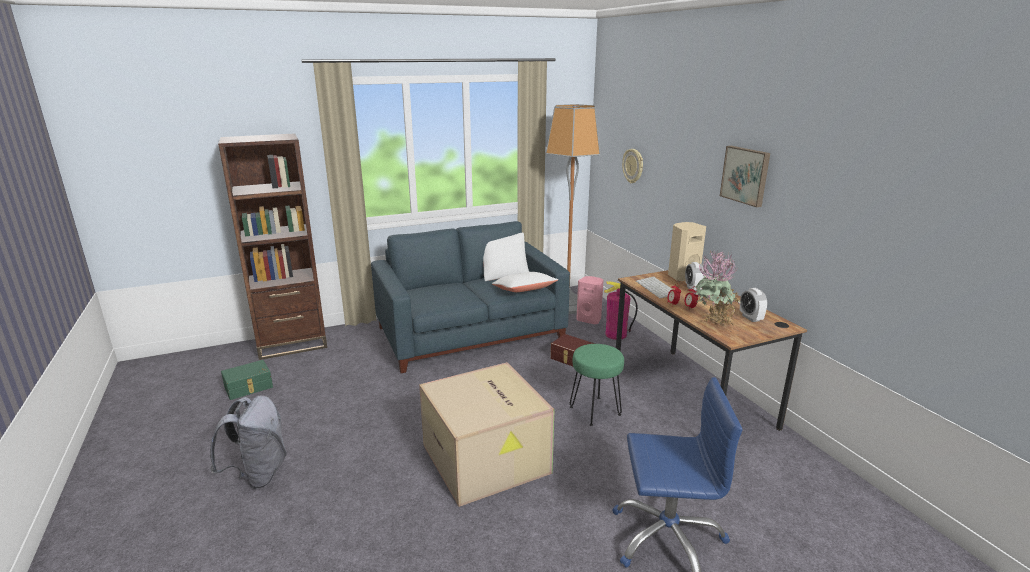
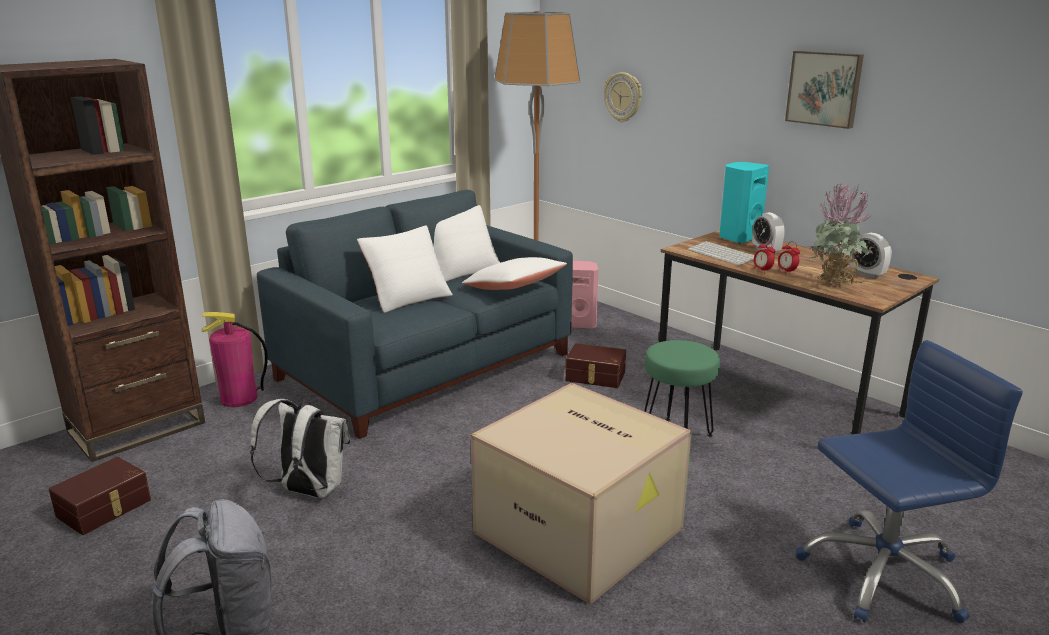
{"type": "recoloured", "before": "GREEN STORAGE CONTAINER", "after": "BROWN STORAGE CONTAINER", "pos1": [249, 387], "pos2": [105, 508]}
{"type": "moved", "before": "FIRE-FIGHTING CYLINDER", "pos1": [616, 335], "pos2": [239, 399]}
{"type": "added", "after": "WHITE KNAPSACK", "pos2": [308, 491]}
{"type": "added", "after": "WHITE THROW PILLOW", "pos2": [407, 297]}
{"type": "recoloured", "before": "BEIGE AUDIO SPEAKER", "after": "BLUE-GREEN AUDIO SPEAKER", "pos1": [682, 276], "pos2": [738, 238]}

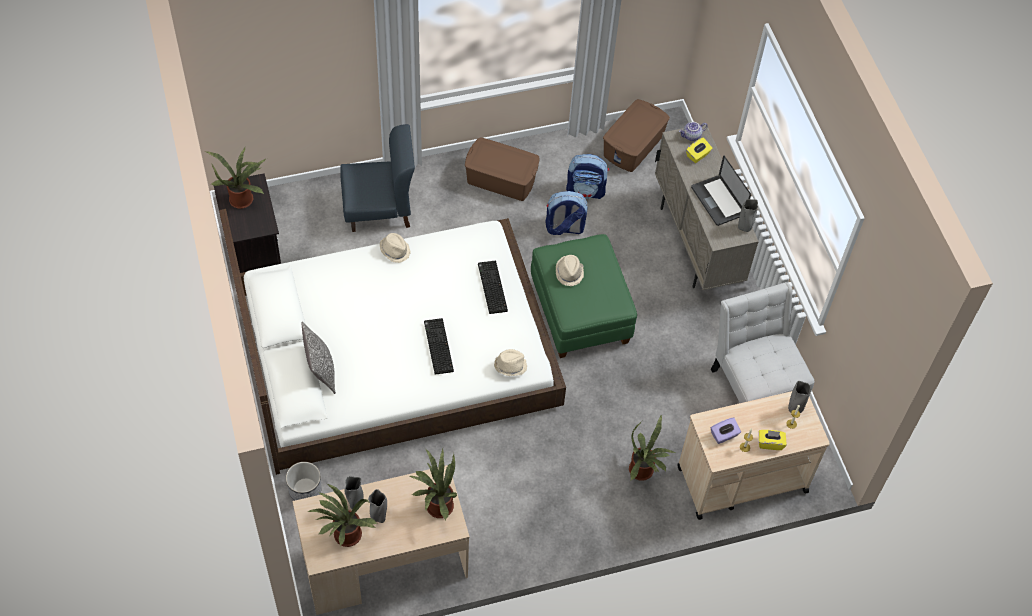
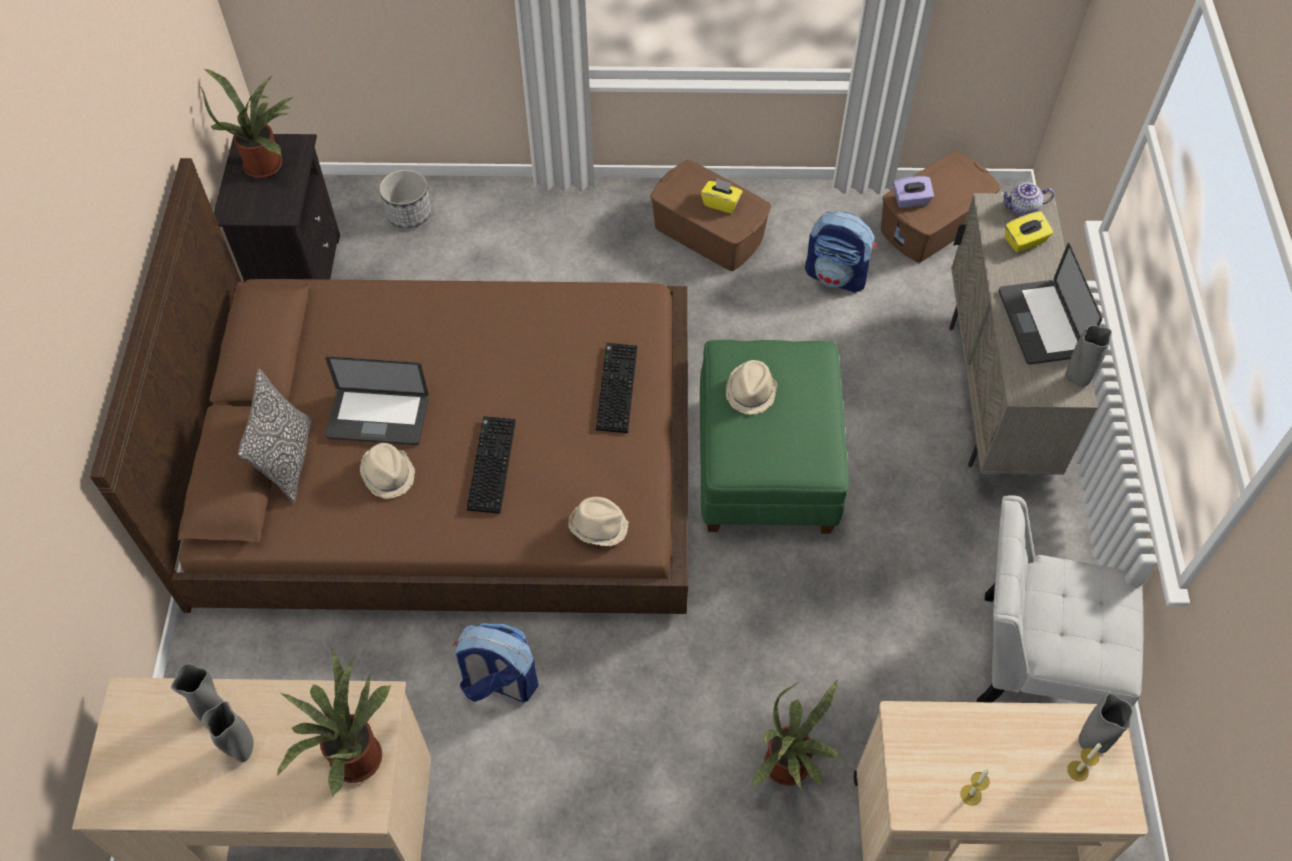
{"type": "recoloured", "before": "WHITE SLEEPING BED", "after": "BROWN SLEEPING BED", "pos1": [396, 352], "pos2": [449, 460]}
{"type": "added", "after": "PORTABLE COMPUTER", "pos2": [378, 418]}
{"type": "moved", "before": "BEIGE HAT", "pos1": [395, 250], "pos2": [388, 474]}
{"type": "moved", "before": "FLOWER POT", "pos1": [305, 489], "pos2": [409, 214]}
{"type": "moved", "before": "KNAPSACK", "pos1": [564, 228], "pos2": [499, 682]}
{"type": "moved", "before": "YELLOW-COLOURED TISSUE HOLDER", "pos1": [770, 443], "pos2": [721, 203]}
{"type": "moved", "before": "PURPLE TISSUE HOLDER", "pos1": [724, 435], "pos2": [911, 200]}
{"type": "turned", "before": "WHITE CHAIR", "pos1": [754, 384], "pos2": [1034, 658], "turn": -75}
{"type": "removed", "before": "PLANT IN A POT", "pos1": [345, 537]}
{"type": "removed", "before": "BLUISH CHAIR", "pos1": [379, 209]}

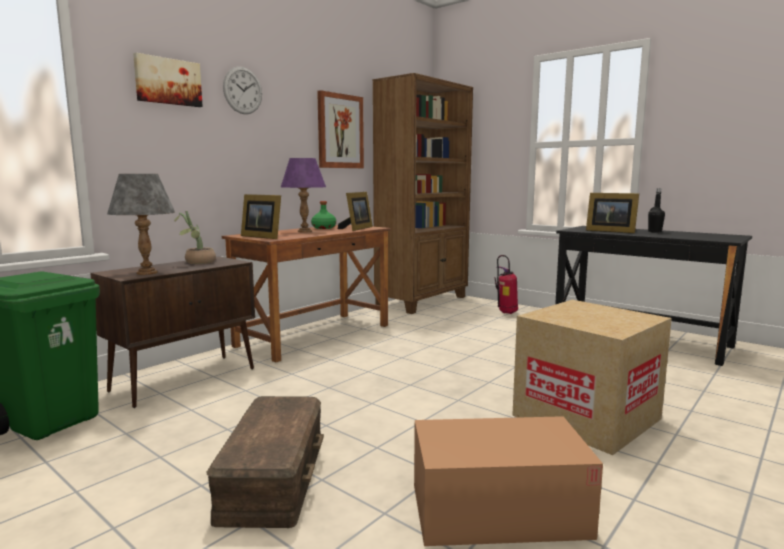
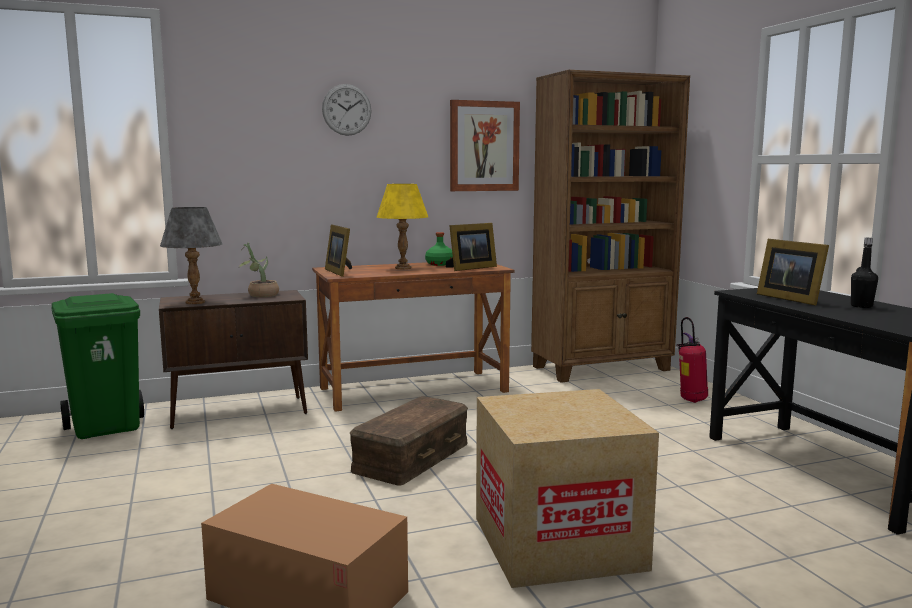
{"type": "moved", "before": "BROWN STORAGE CONTAINER", "pos1": [271, 477], "pos2": [410, 456]}
{"type": "recoloured", "before": "PURPLE TABLE LAMP", "after": "YELLOW-COLOURED TABLE LAMP", "pos1": [304, 231], "pos2": [403, 268]}
{"type": "removed", "before": "PICTURE", "pos1": [168, 81]}

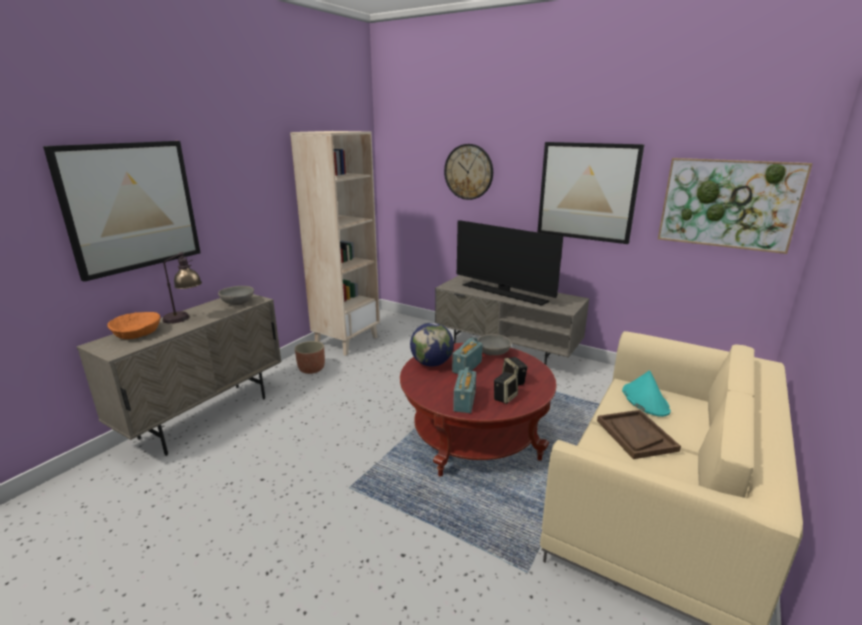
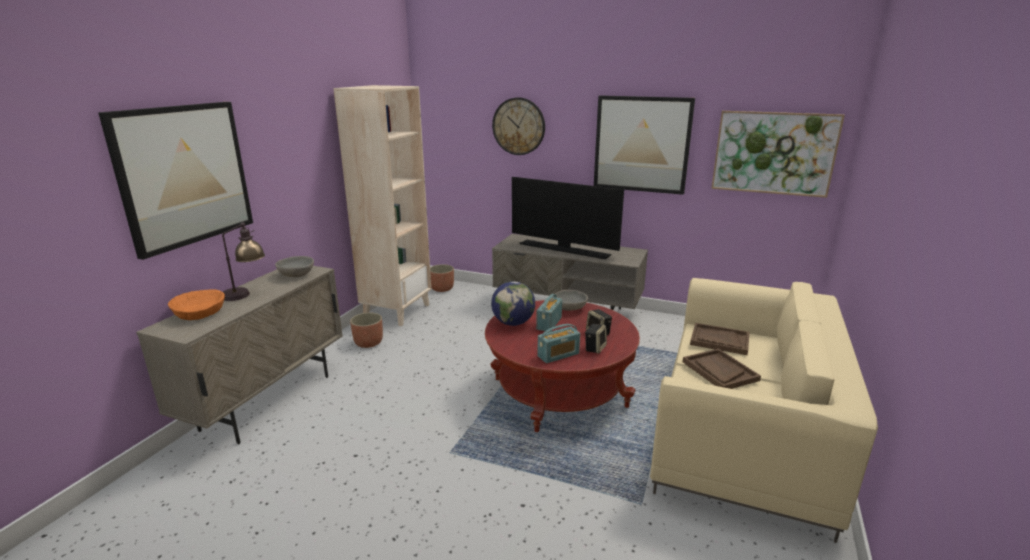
{"type": "added", "after": "FLOWER POT", "pos2": [442, 288]}
{"type": "turned", "before": "RADIO RECEIVER", "pos1": [464, 401], "pos2": [558, 355], "turn": 60}
{"type": "replaced", "before": "BLUE-GREEN HAT", "after": "BROWN TRAY", "pos1": [644, 400], "pos2": [719, 340]}

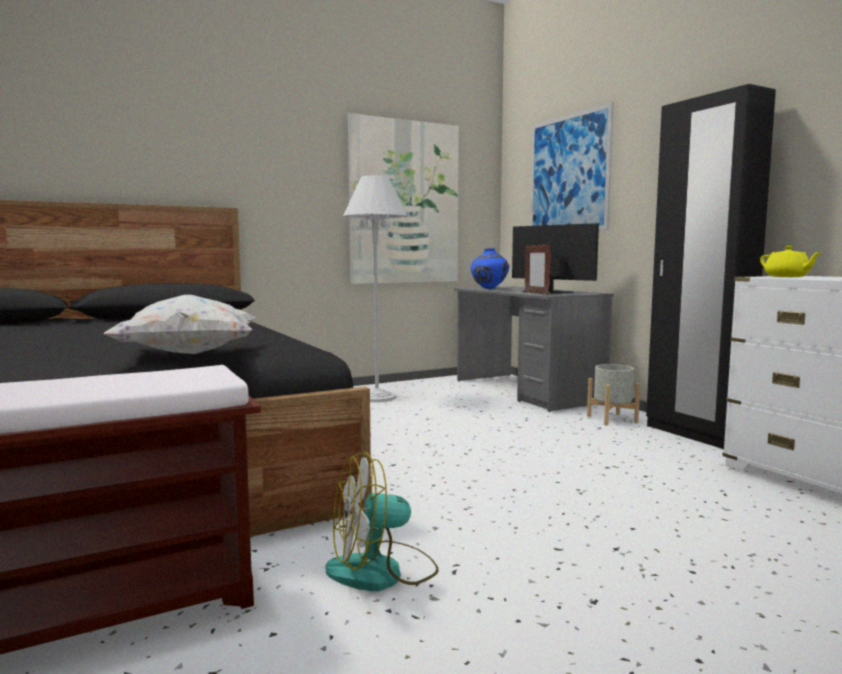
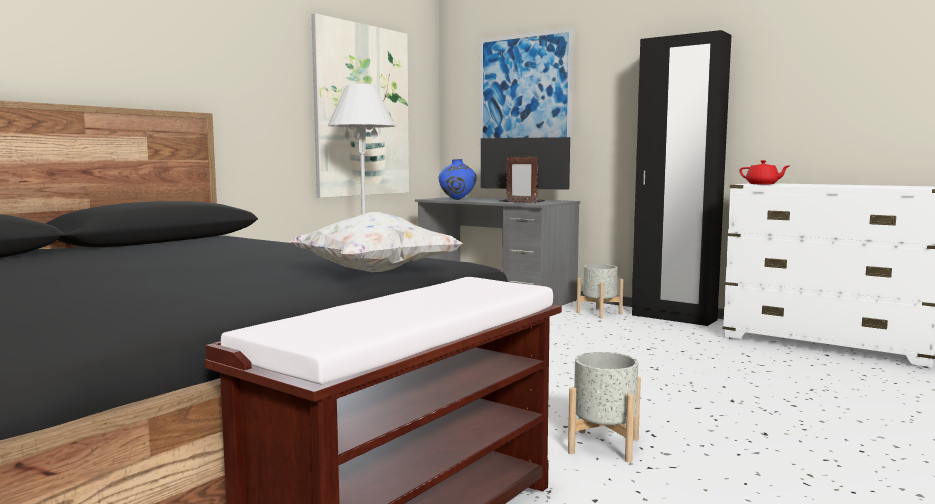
{"type": "replaced", "before": "ELECTRIC FAN", "after": "GREY FLOWER POT", "pos1": [382, 571], "pos2": [604, 445]}
{"type": "recoloured", "before": "YELLOW-COLOURED TEA POT", "after": "RED TEA POT", "pos1": [787, 277], "pos2": [762, 184]}

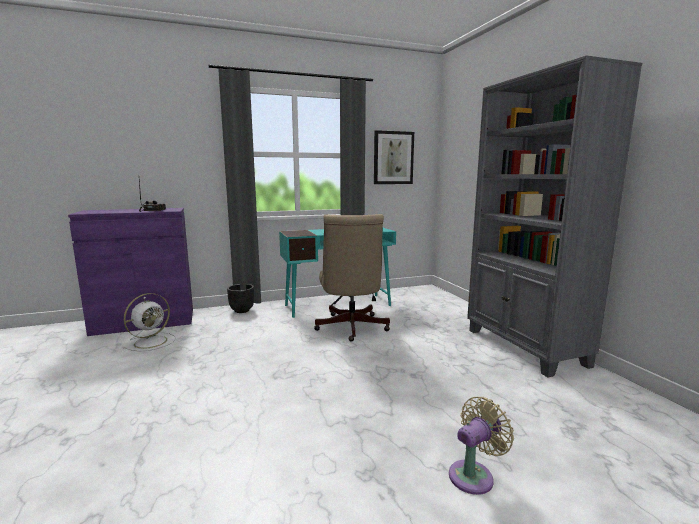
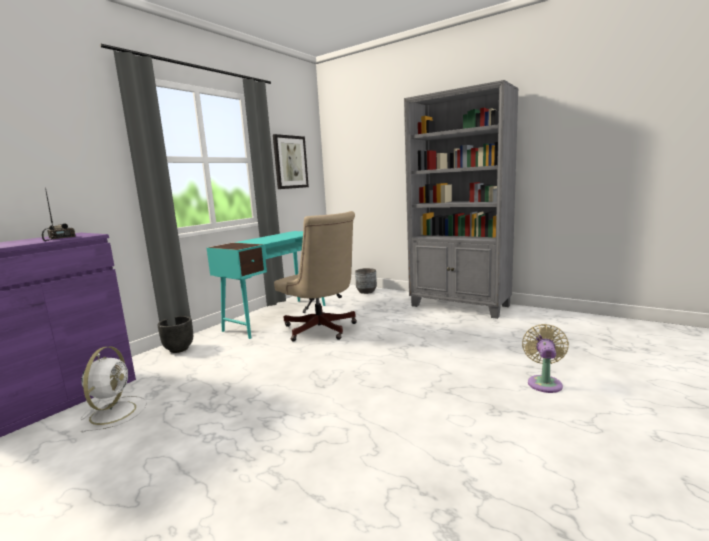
{"type": "added", "after": "GREY FLOWER POT", "pos2": [366, 291]}

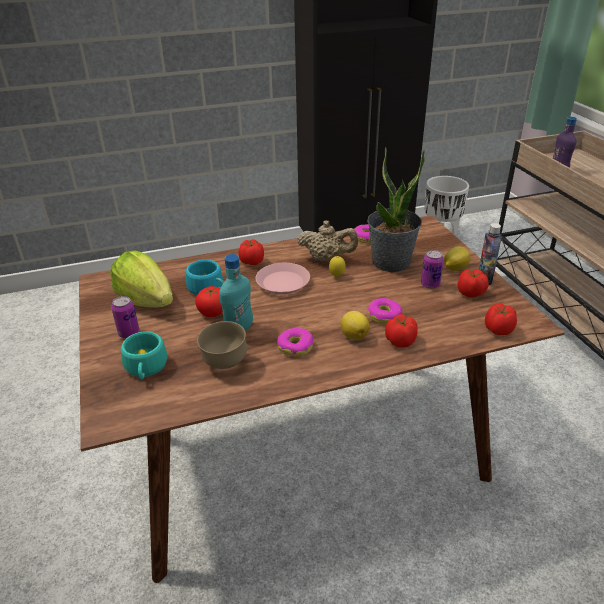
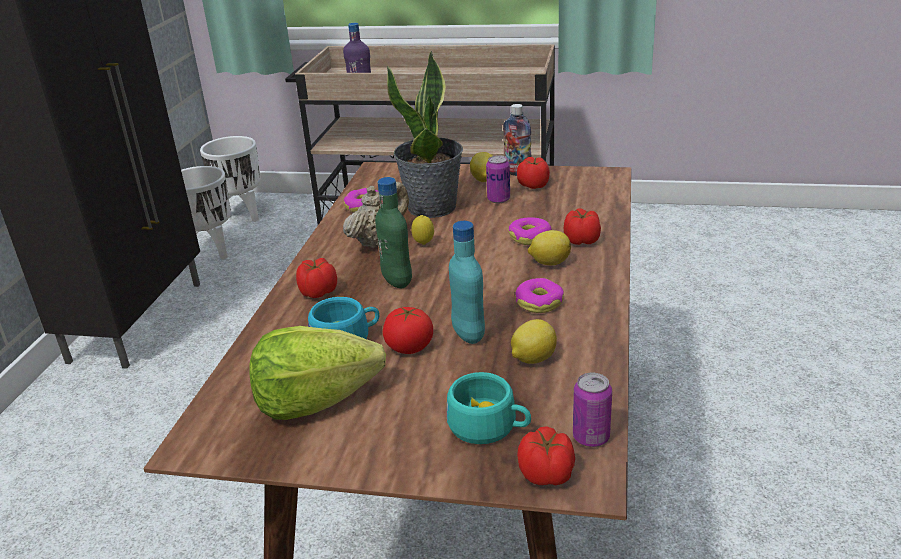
{"type": "added", "after": "WHITE FLOWER POT", "pos2": [241, 215]}
{"type": "replaced", "before": "PINK-COLOURED PLATE", "after": "GREEN DRINK BOTTLE", "pos1": [283, 283], "pos2": [397, 281]}
{"type": "replaced", "before": "BROWN DEEP DISH", "after": "CITRUS FRUIT", "pos1": [225, 364], "pos2": [532, 359]}
{"type": "moved", "before": "WHOLE TOMATO", "pos1": [498, 330], "pos2": [547, 475]}
{"type": "moved", "before": "SEALED CAN", "pos1": [129, 333], "pos2": [591, 437]}

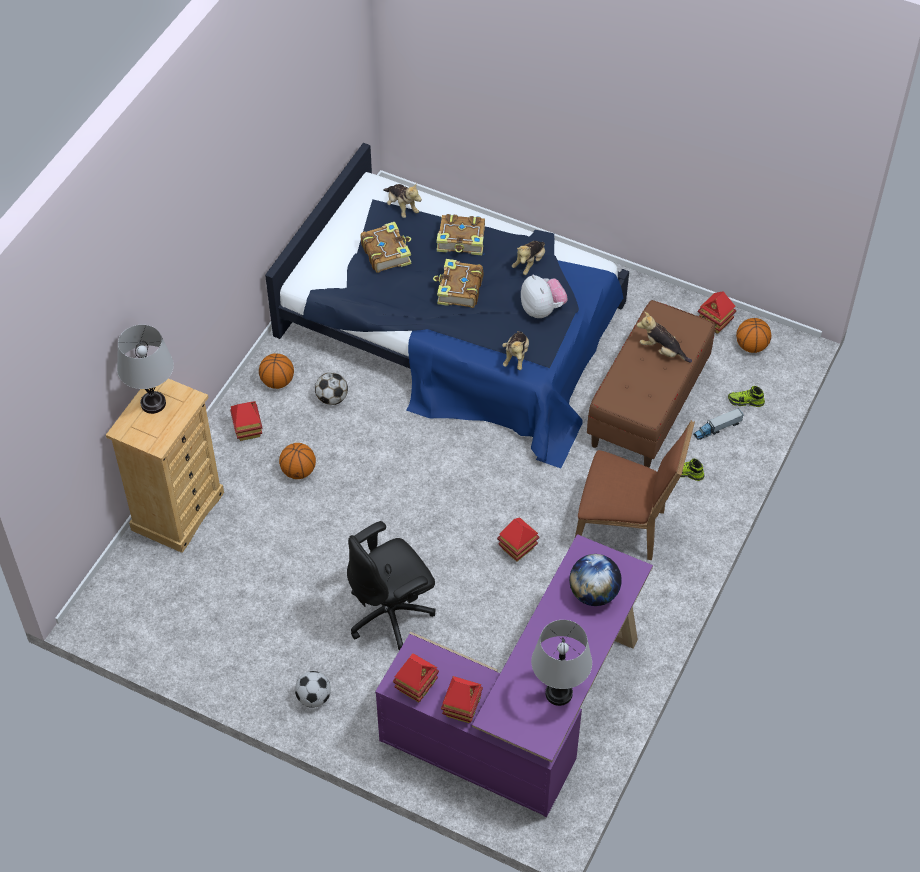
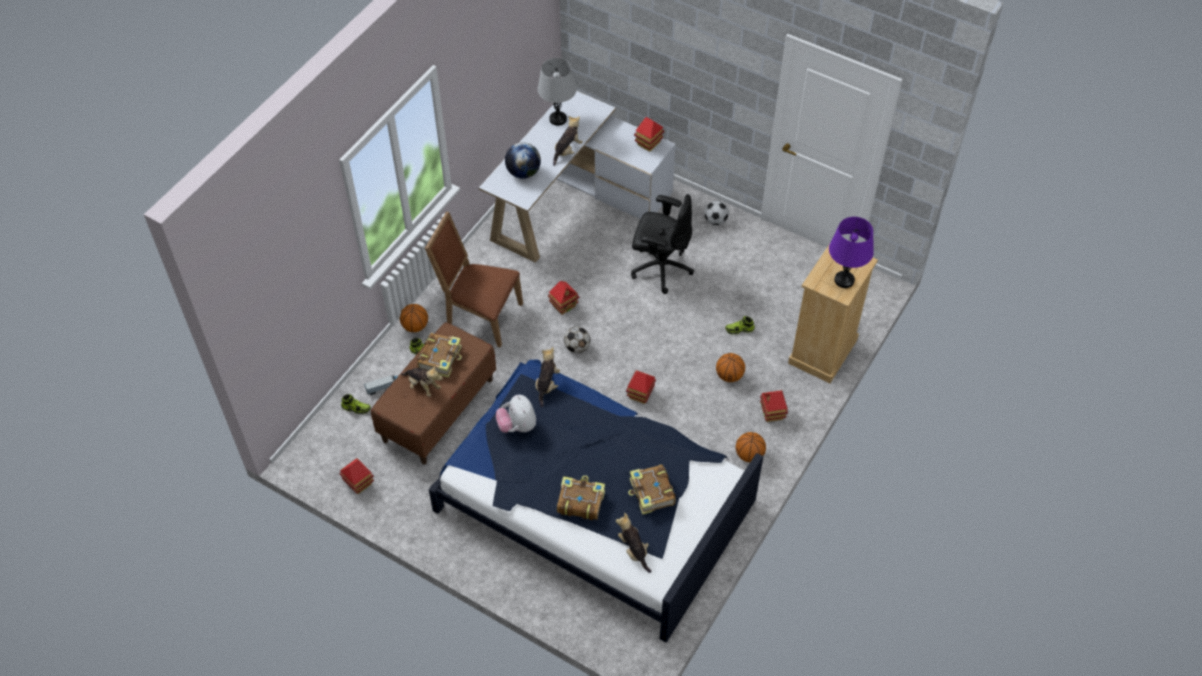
{"type": "moved", "before": "BALL FOR BASKETBALL", "pos1": [751, 346], "pos2": [415, 326]}
{"type": "moved", "before": "VOLUME", "pos1": [459, 290], "pos2": [441, 358]}
{"type": "recoloured", "before": "PURPLE DESK TABLE", "after": "WHITE DESK TABLE", "pos1": [525, 714], "pos2": [574, 202]}
{"type": "moved", "before": "SOFT TOY", "pos1": [529, 263], "pos2": [567, 151]}
{"type": "moved", "before": "BALL FOR FOOTBALL", "pos1": [332, 398], "pos2": [577, 347]}
{"type": "moved", "before": "MODEL HOUSE", "pos1": [461, 709], "pos2": [640, 394]}
{"type": "turned", "before": "BLACK DESK CHAIR", "pos1": [391, 614], "pos2": [660, 268], "turn": 45}
{"type": "added", "after": "LOW SHOE", "pos2": [739, 329]}
{"type": "recoloured", "before": "GREY TABLE LAMP", "after": "PURPLE TABLE LAMP", "pos1": [153, 403], "pos2": [844, 280]}

